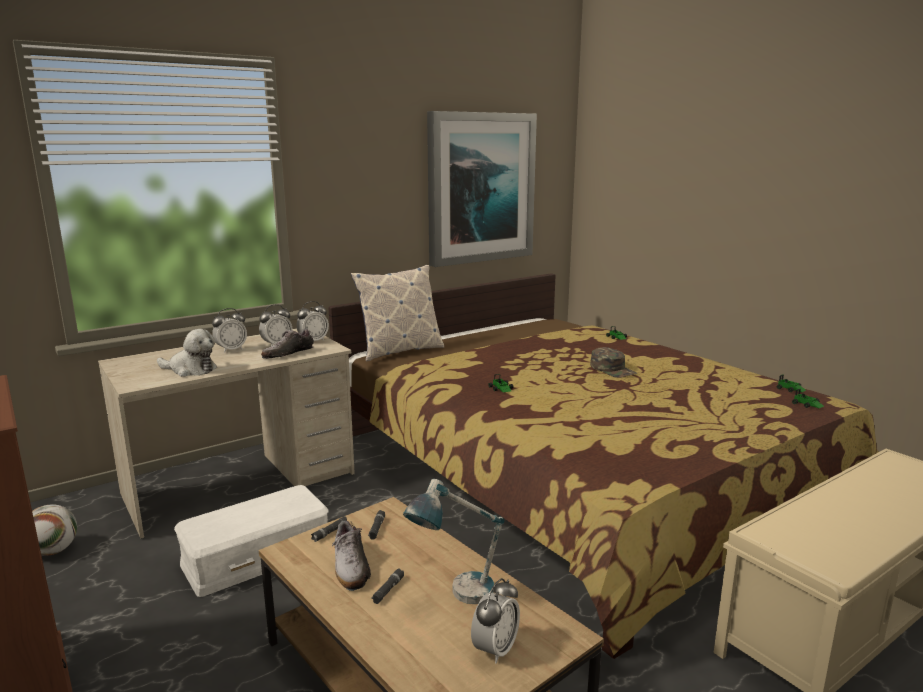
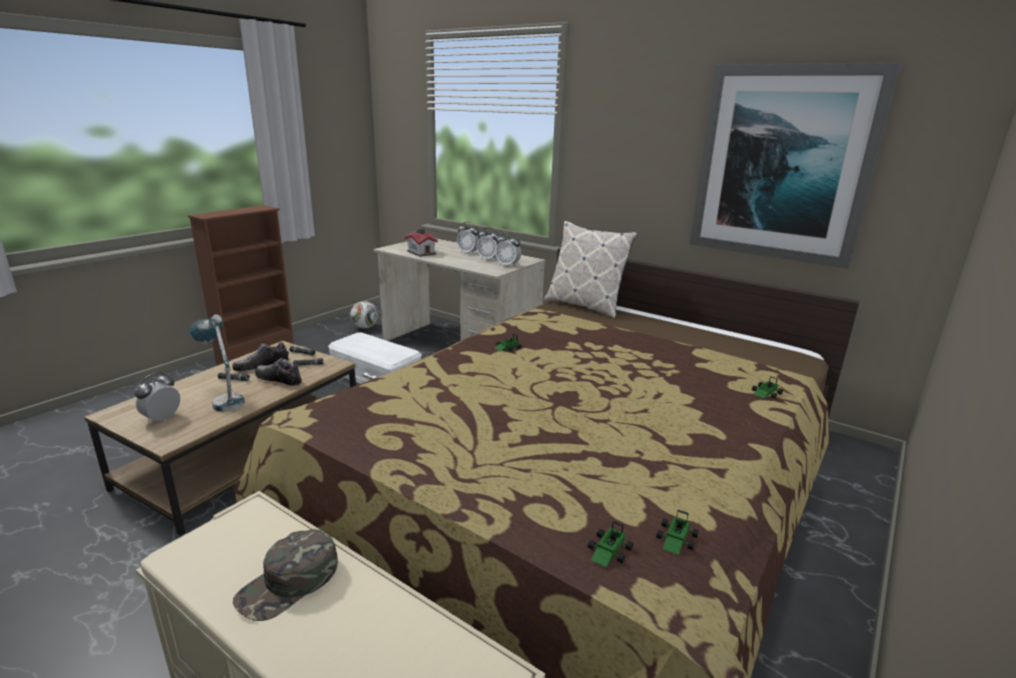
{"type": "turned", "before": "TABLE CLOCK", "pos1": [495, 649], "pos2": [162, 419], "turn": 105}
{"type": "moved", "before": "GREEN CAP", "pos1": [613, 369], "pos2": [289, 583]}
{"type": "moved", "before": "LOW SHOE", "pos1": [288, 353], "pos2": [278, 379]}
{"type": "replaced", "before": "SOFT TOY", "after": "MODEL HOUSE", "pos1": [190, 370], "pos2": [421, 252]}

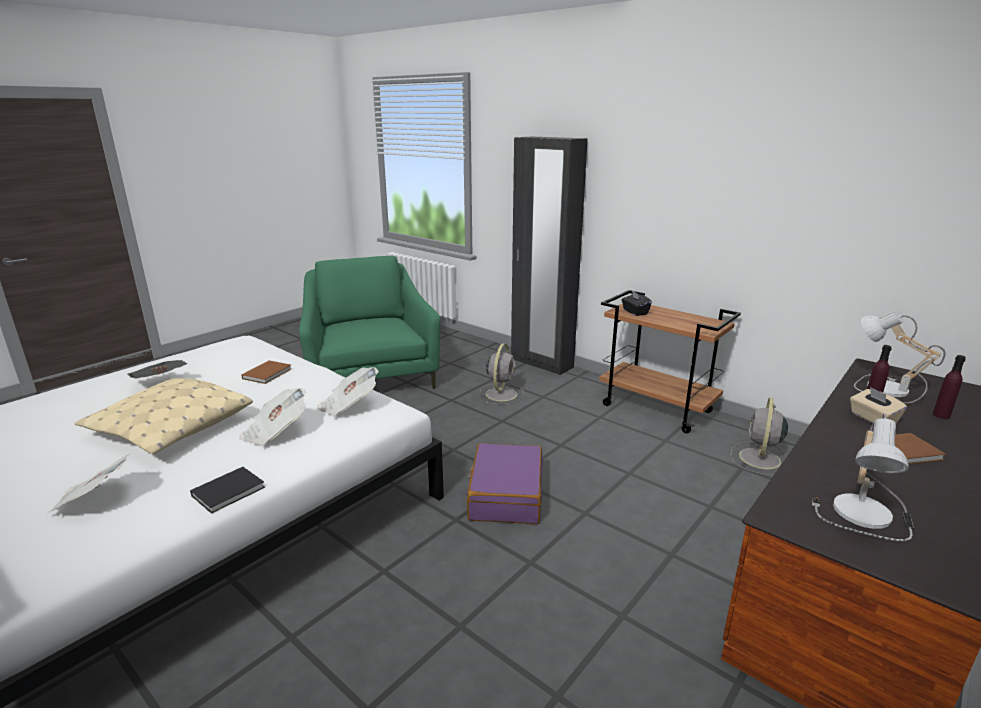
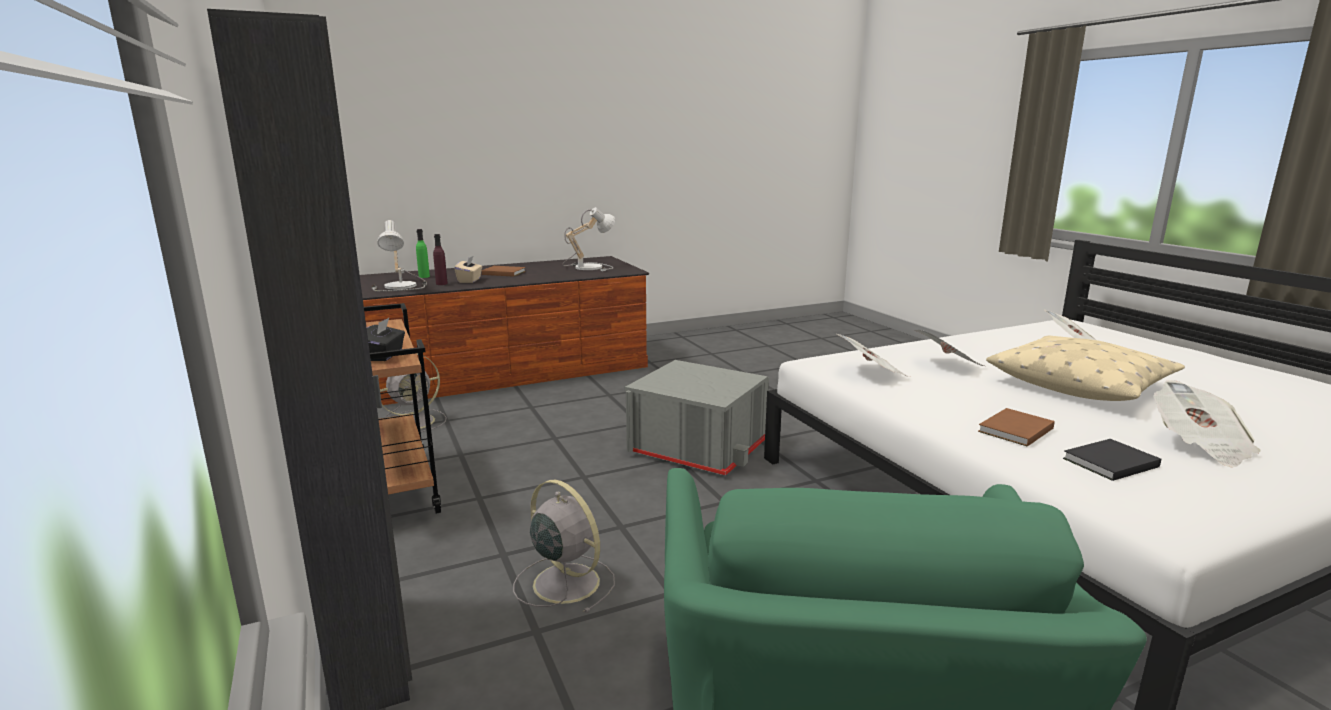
{"type": "recoloured", "before": "PURPLE DRINK BOTTLE", "after": "GREEN DRINK BOTTLE", "pos1": [941, 415], "pos2": [424, 276]}
{"type": "turned", "before": "GREY ELECTRIC FAN", "pos1": [501, 393], "pos2": [564, 582], "turn": 90}
{"type": "replaced", "before": "PURPLE SUITCASE", "after": "GREY STORAGE CONTAINER", "pos1": [505, 495], "pos2": [698, 447]}
{"type": "moved", "before": "BLACK VOLUME", "pos1": [230, 491], "pos2": [1108, 462]}

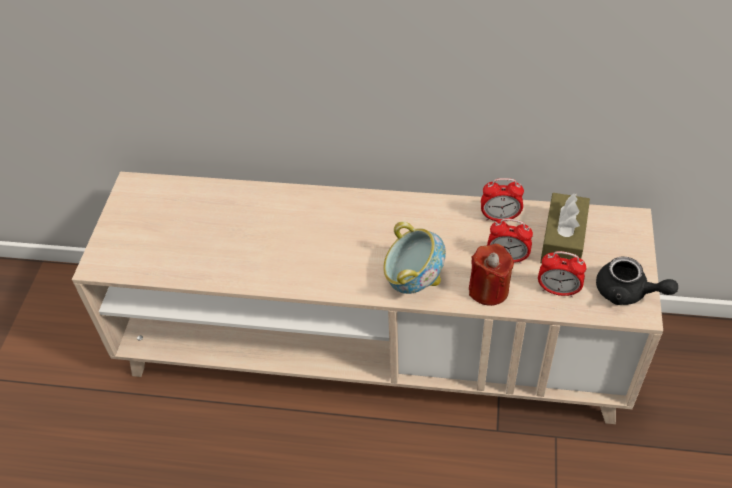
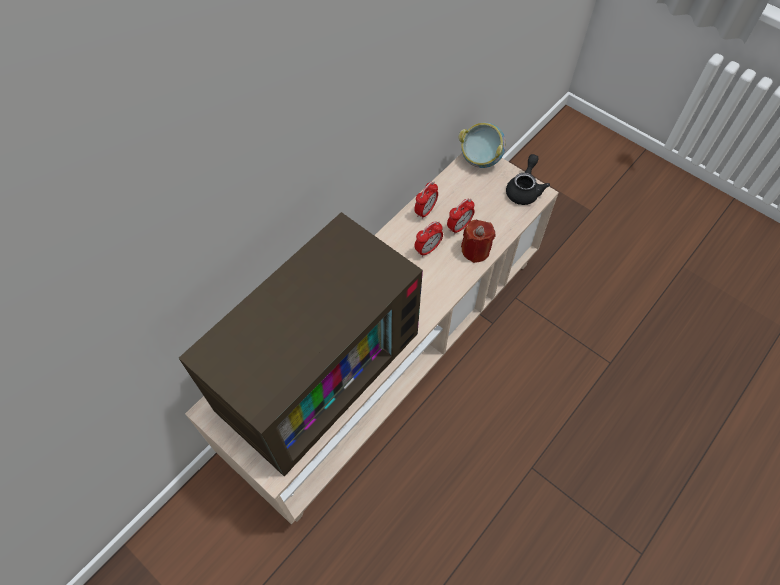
{"type": "added", "after": "TELEVISION", "pos2": [315, 365]}
{"type": "moved", "before": "TABLE CLOCK", "pos1": [558, 290], "pos2": [427, 249]}
{"type": "moved", "before": "DEEP DISH", "pos1": [413, 280], "pos2": [480, 159]}
{"type": "turned", "before": "BLACK TEA POT", "pos1": [627, 293], "pos2": [524, 190], "turn": -45}
{"type": "removed", "before": "BROWN TISSUE HOLDER", "pos1": [563, 240]}

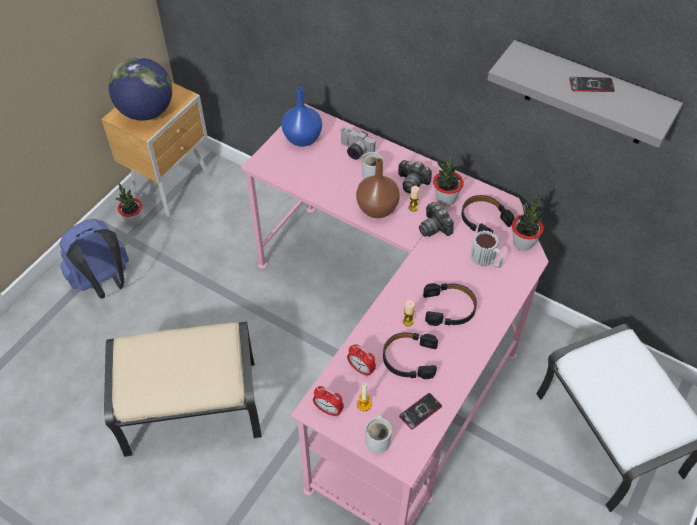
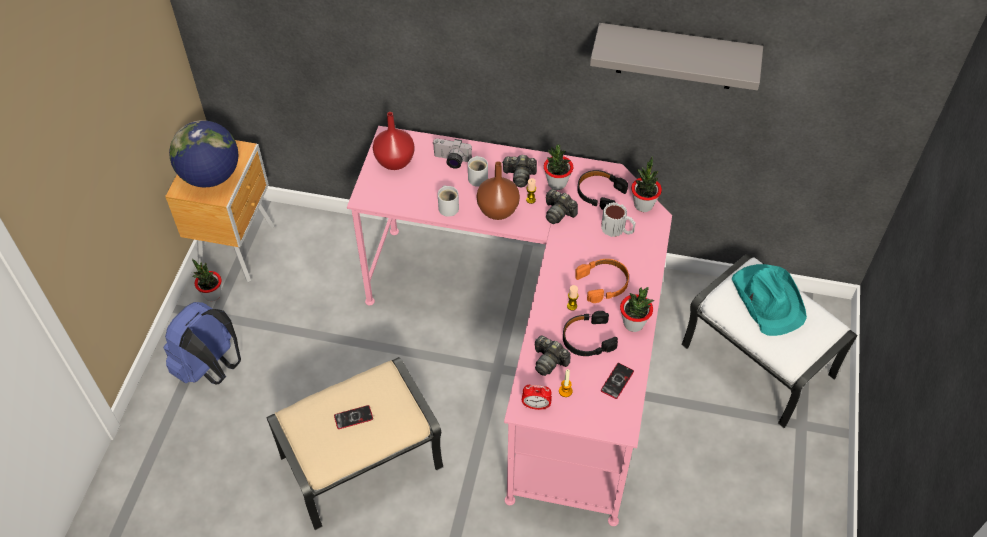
{"type": "moved", "before": "HANDSET", "pos1": [591, 85], "pos2": [353, 417]}
{"type": "recoloured", "before": "BLUISH VASE", "after": "RED VASE", "pos1": [303, 138], "pos2": [395, 161]}
{"type": "moved", "before": "WHITE COFFEE MUG", "pos1": [379, 439], "pos2": [448, 207]}
{"type": "replaced", "before": "TABLE CLOCK", "after": "STILL CAMERA", "pos1": [361, 369], "pos2": [549, 361]}
{"type": "recoloured", "before": "BLACK PAIR OF HEADPHONES", "after": "ORANGE PAIR OF HEADPHONES", "pos1": [449, 308], "pos2": [603, 283]}
{"type": "added", "after": "PLANT IN A POT", "pos2": [633, 323]}
{"type": "added", "after": "BLUE-GREEN HAT", "pos2": [767, 299]}

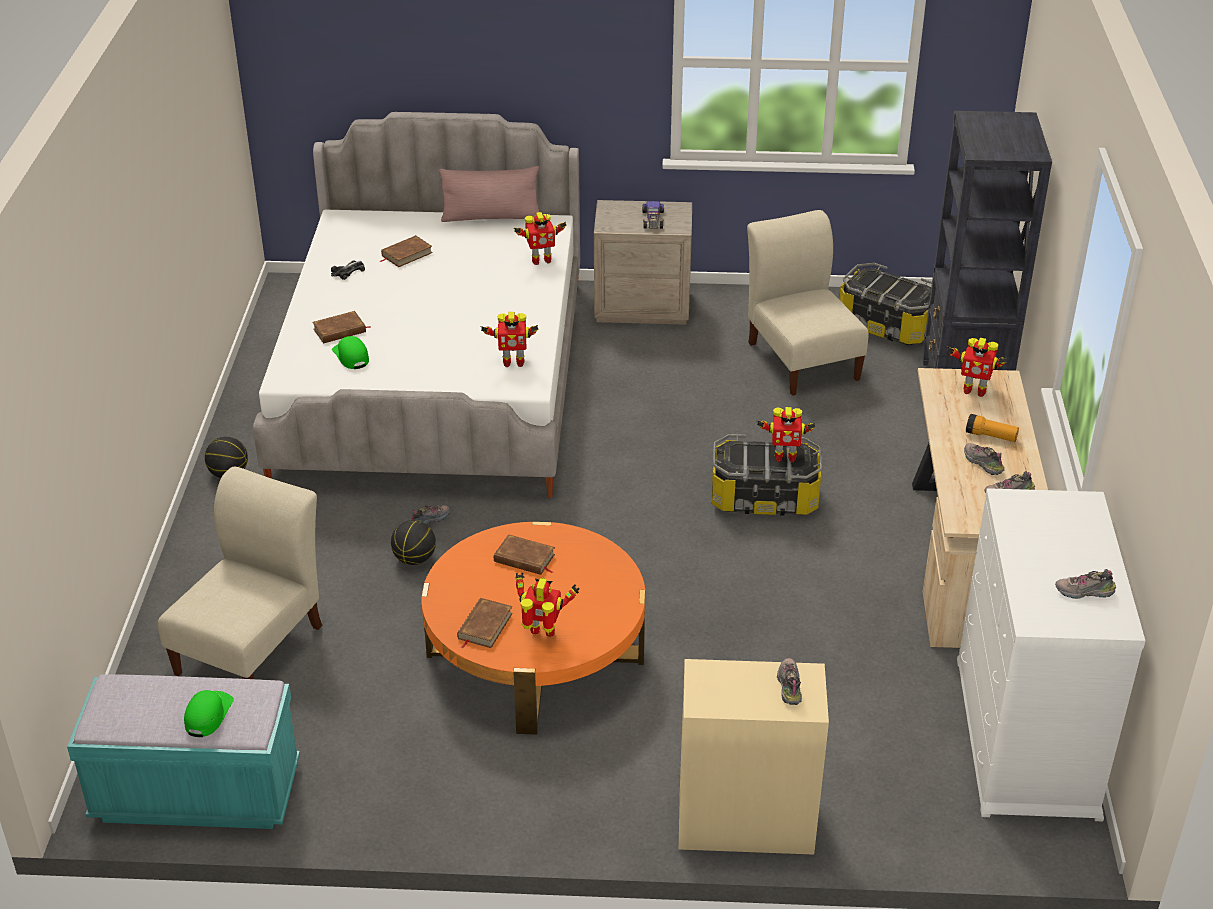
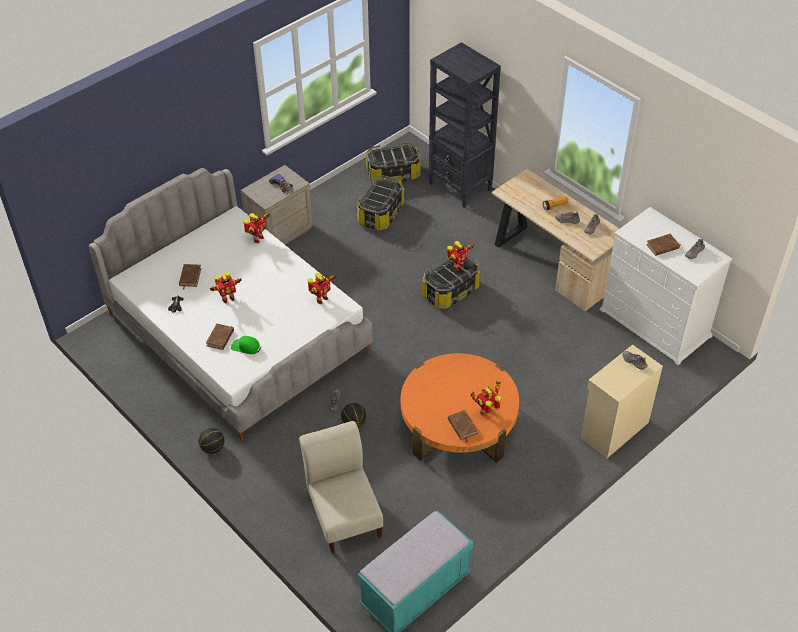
{"type": "moved", "before": "ROBOT FIGURE", "pos1": [973, 390], "pos2": [227, 299]}
{"type": "replaced", "before": "BEIGE CHAIR", "after": "STORAGE CONTAINER", "pos1": [801, 358], "pos2": [380, 213]}
{"type": "moved", "before": "BROWN VOLUME", "pos1": [524, 558], "pos2": [663, 246]}
{"type": "removed", "before": "GREEN CAP", "pos1": [208, 714]}
{"type": "removed", "before": "PINK-COLOURED THROW PILLOW", "pos1": [491, 217]}

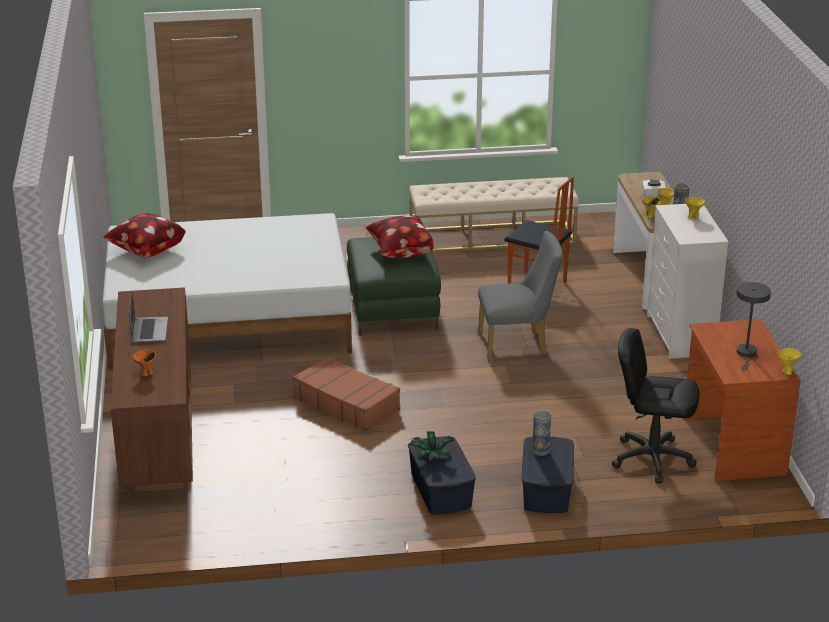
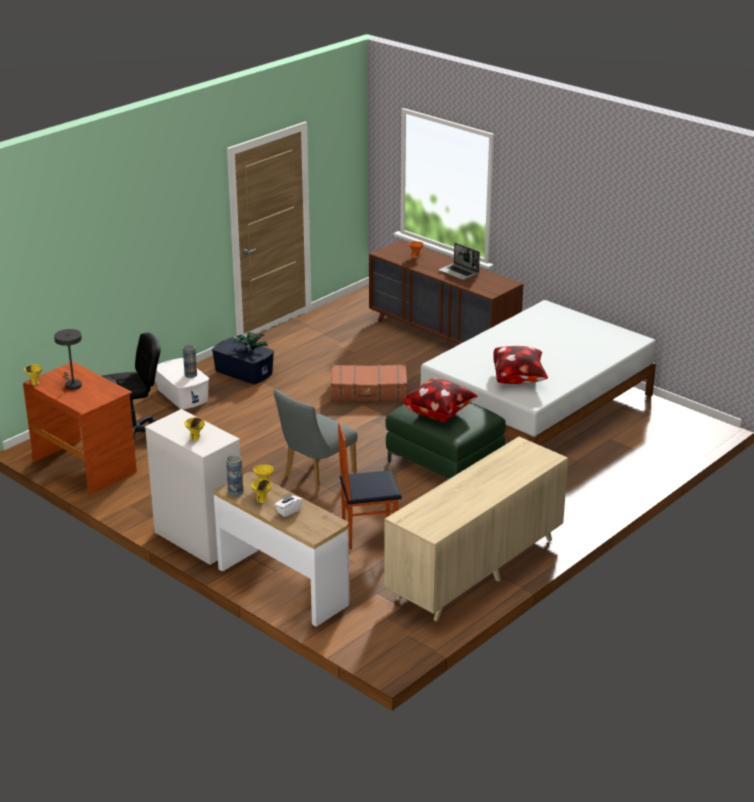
{"type": "recoloured", "before": "BLUISH STORAGE CONTAINER", "after": "WHITE STORAGE CONTAINER", "pos1": [546, 490], "pos2": [182, 395]}
{"type": "replaced", "before": "BEIGE INDOOR BENCH", "after": "BEIGE DRESSER", "pos1": [492, 237], "pos2": [475, 569]}
{"type": "moved", "before": "THROW PILLOW", "pos1": [146, 250], "pos2": [519, 379]}

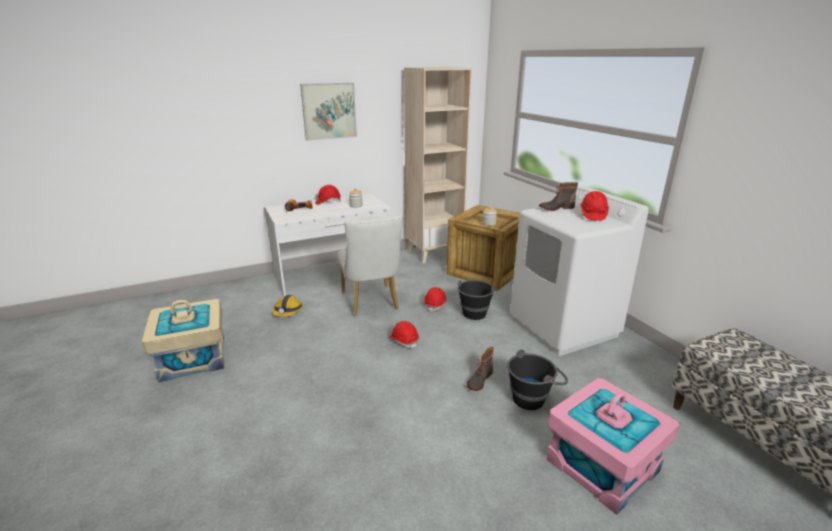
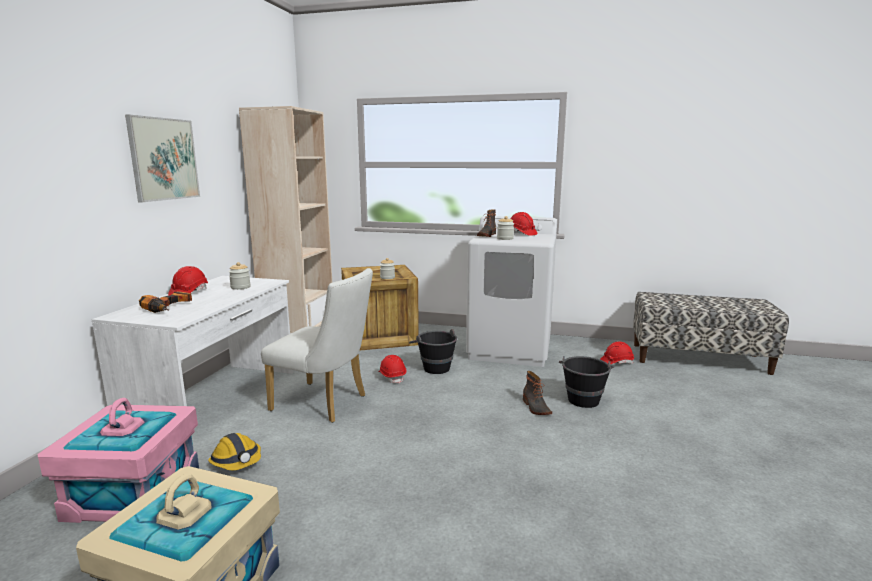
{"type": "moved", "before": "PINK-COLOURED STORAGE CONTAINER", "pos1": [601, 464], "pos2": [133, 492]}
{"type": "added", "after": "PRESERVE JAR", "pos2": [505, 238]}
{"type": "moved", "before": "RED SAFETY HELMET", "pos1": [404, 340], "pos2": [616, 362]}

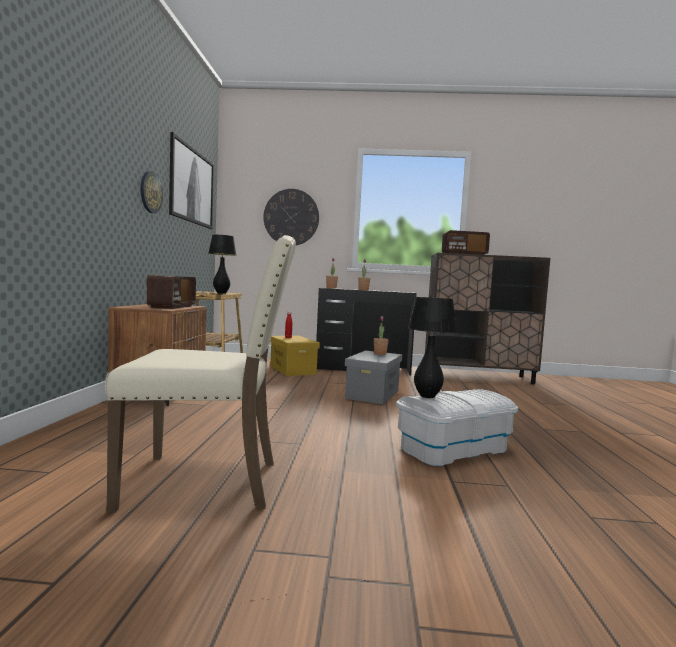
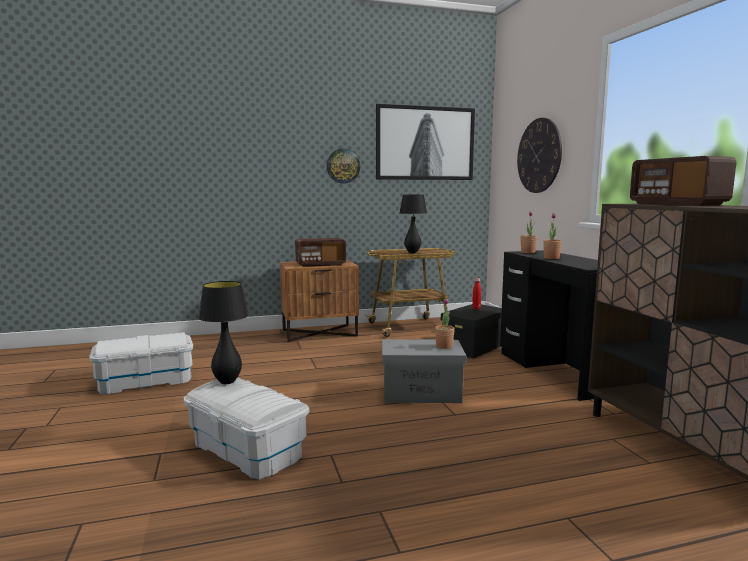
{"type": "replaced", "before": "BEIGE CHAIR", "after": "WHITE STORAGE CONTAINER", "pos1": [207, 482], "pos2": [145, 381]}
{"type": "recoloured", "before": "YELLOW-COLOURED STORAGE CONTAINER", "after": "BLACK STORAGE CONTAINER", "pos1": [293, 370], "pos2": [473, 347]}

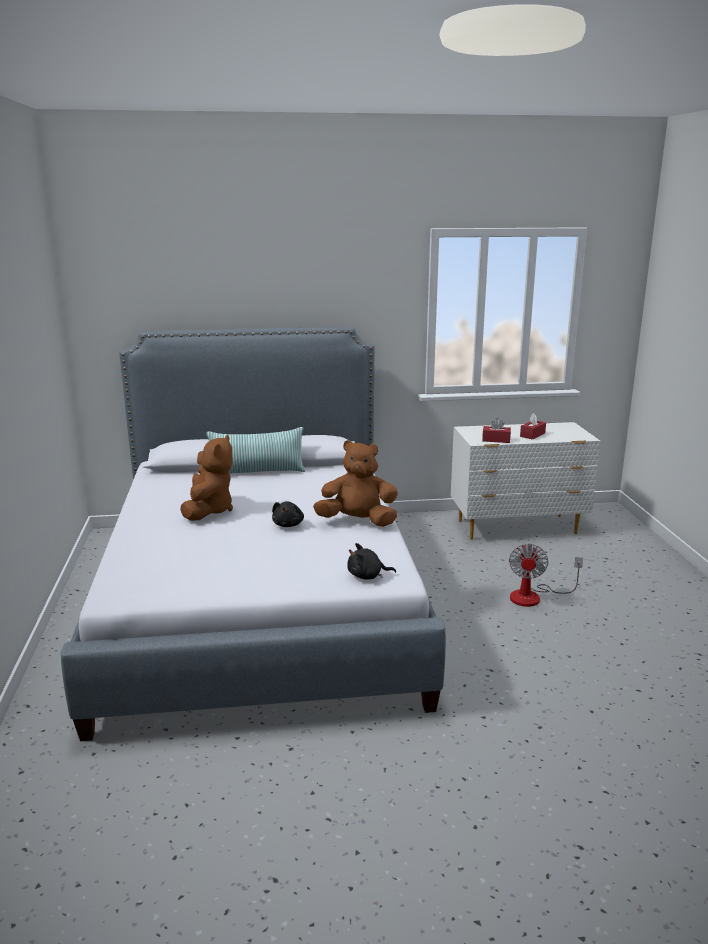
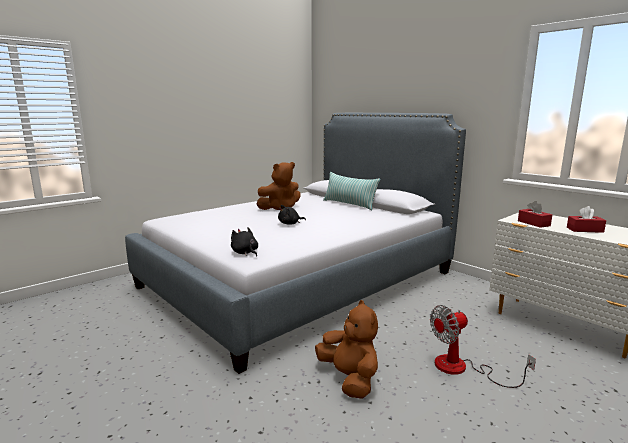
{"type": "moved", "before": "BROWN SOFT TOY", "pos1": [358, 521], "pos2": [349, 379]}

